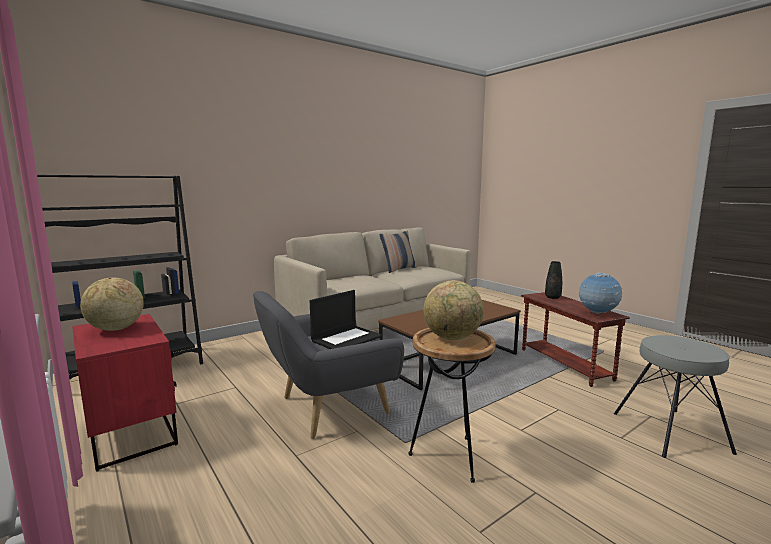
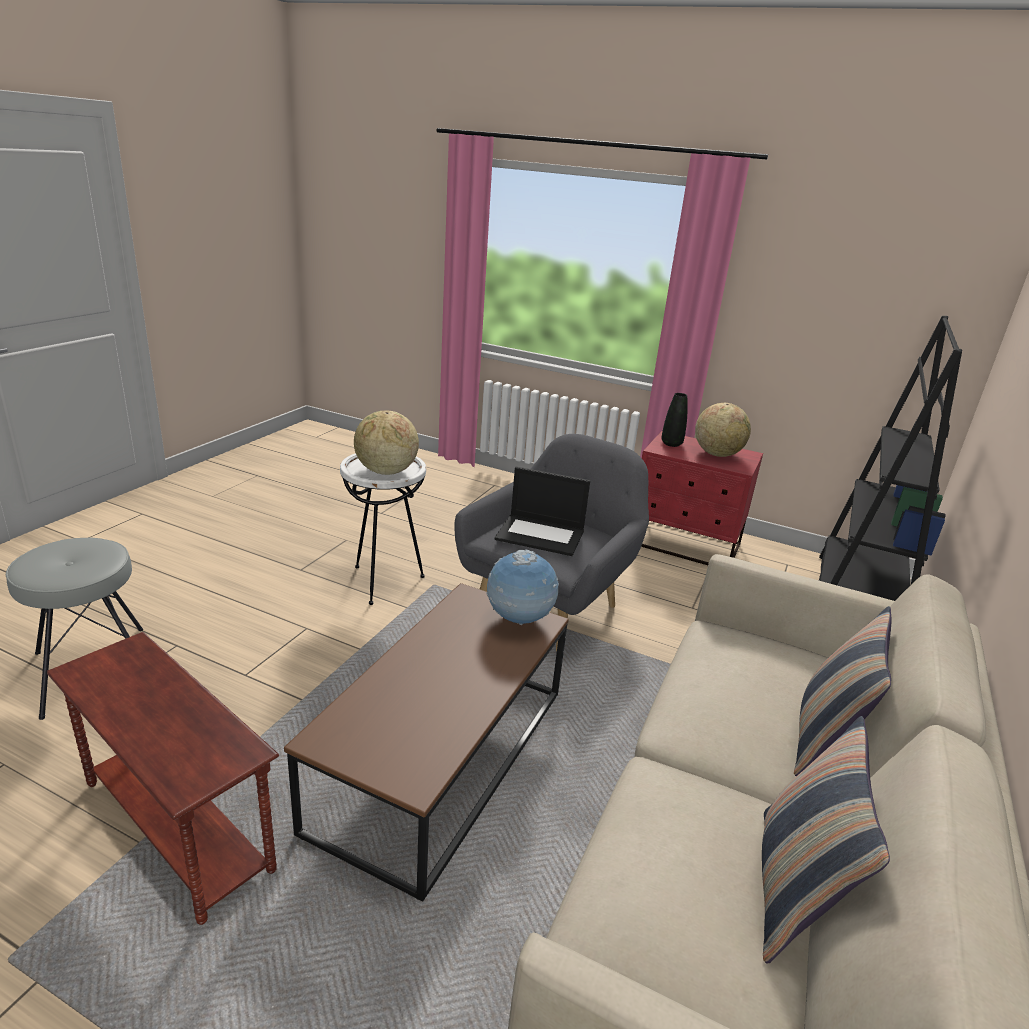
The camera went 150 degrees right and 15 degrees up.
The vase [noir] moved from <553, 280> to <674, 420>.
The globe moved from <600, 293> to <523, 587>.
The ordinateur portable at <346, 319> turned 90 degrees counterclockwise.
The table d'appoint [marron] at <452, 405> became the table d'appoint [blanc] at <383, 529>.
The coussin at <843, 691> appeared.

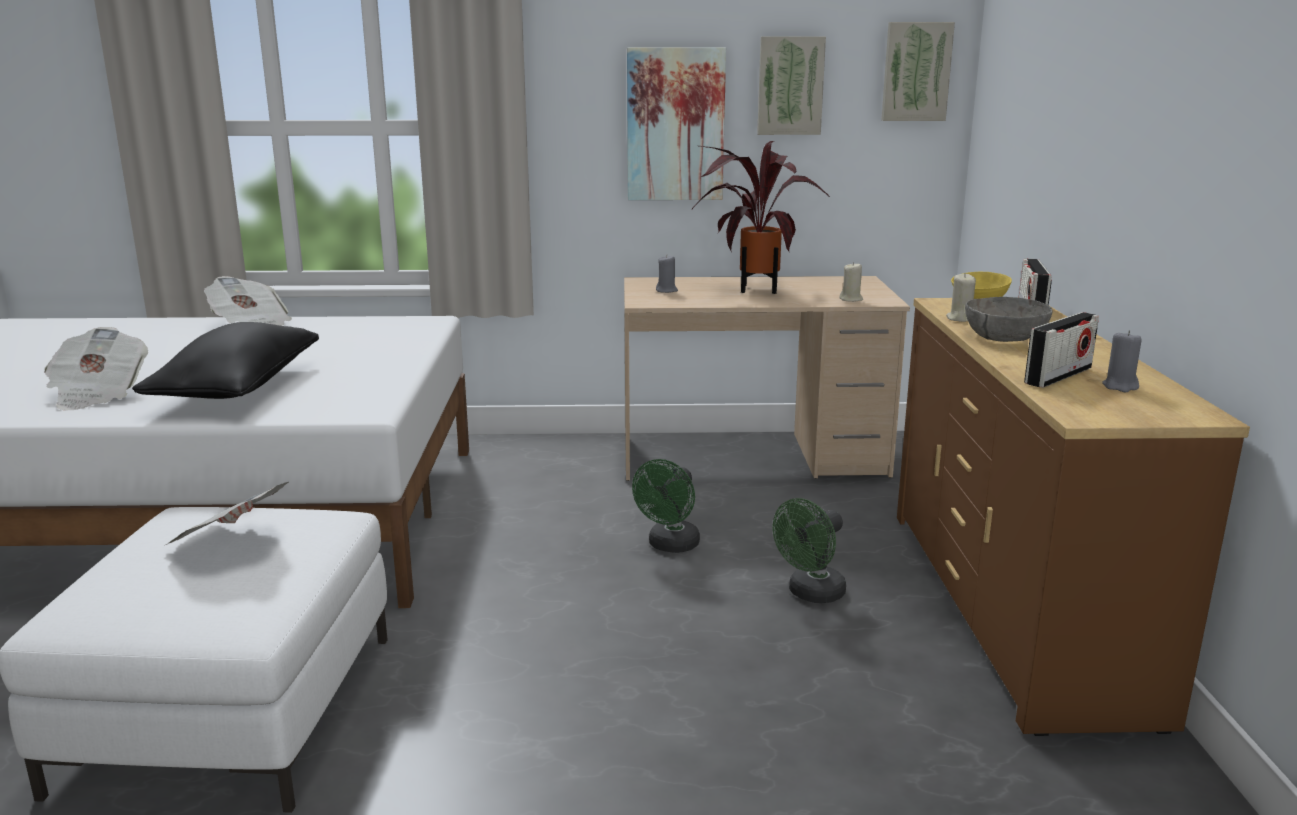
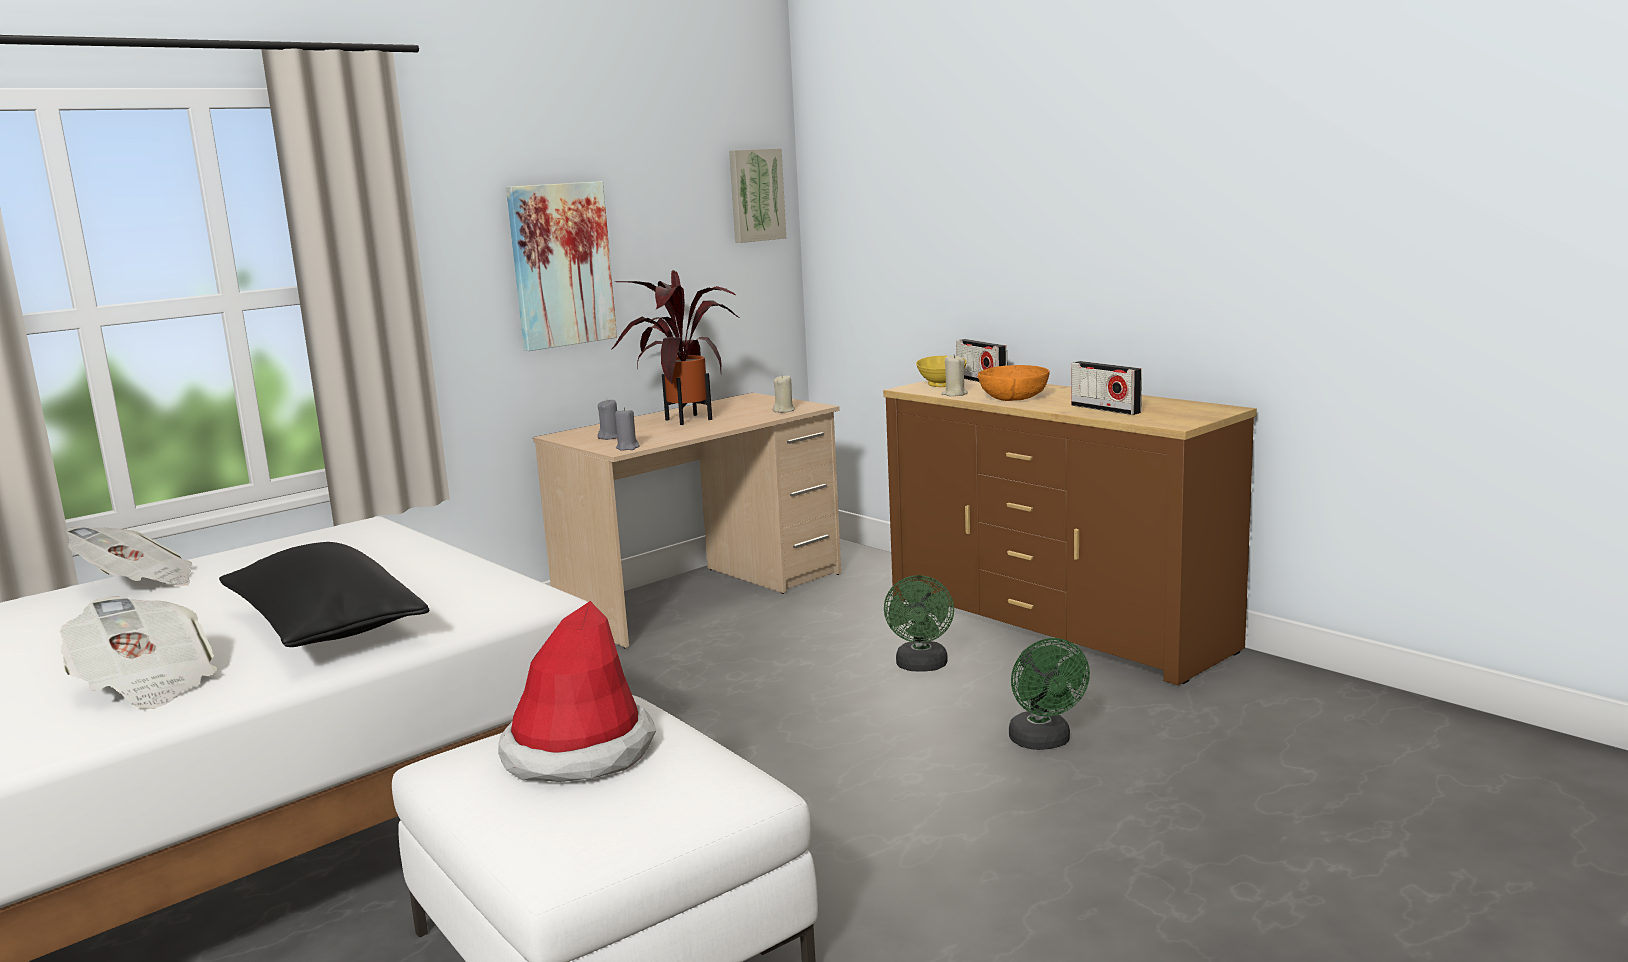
The camera went 40 degrees left and 5 degrees down.
The tableau at <791, 86> disappeared.
The bol [gris] at <1009, 319> became the bol [orange] at <1014, 383>.
The radio at <1061, 350> turned 135 degrees clockwise.
The bougie [gris] moved from <1122, 361> to <627, 429>.
The ventilateur [vert] moved from <666, 506> to <1049, 694>.
The journal at <227, 513> was replaced by the chapeau at <577, 691>.

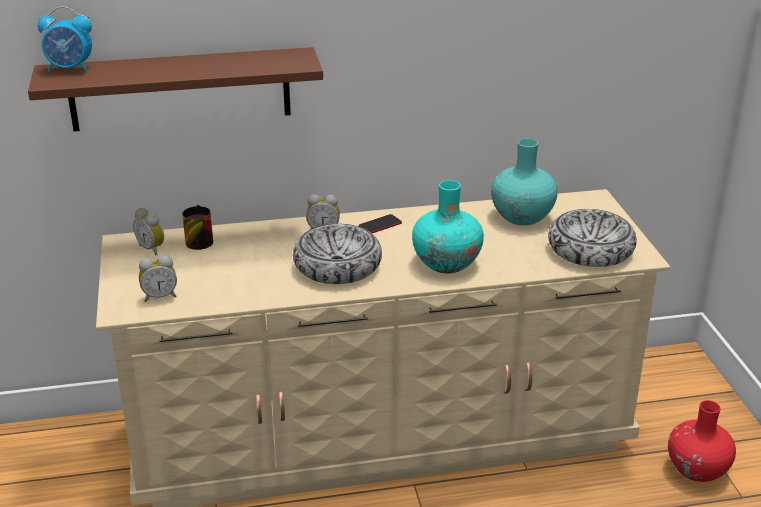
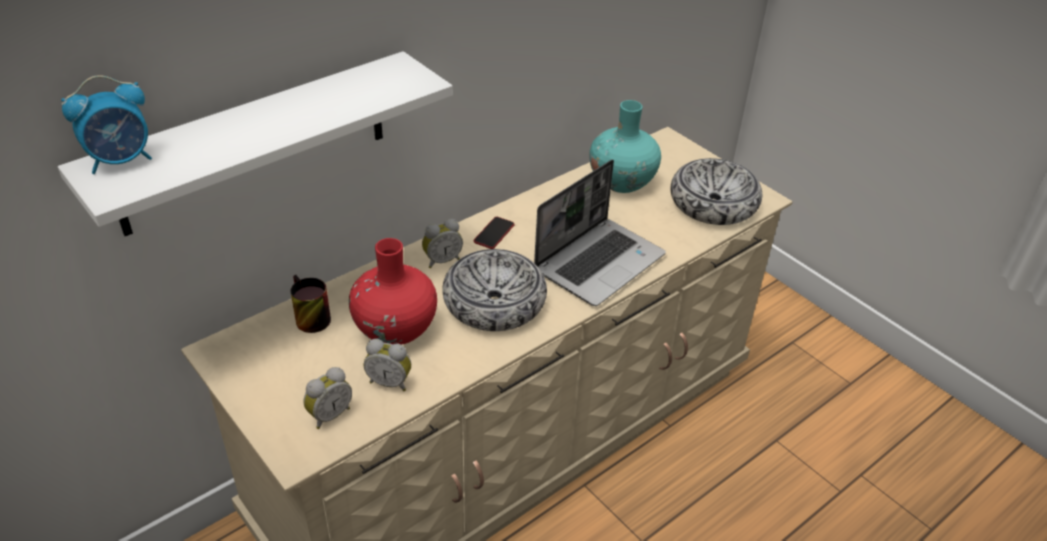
The camera went 30 degrees left and 10 degrees up.
The étagère [marron] at <175, 89> became the étagère [blanc] at <255, 143>.
The vase [turquoise] at <448, 226> was replaced by the ordinateur portable at <600, 232>.
The réveil moved from <148, 231> to <387, 365>.
The vase [rouge] moved from <702, 441> to <393, 291>.

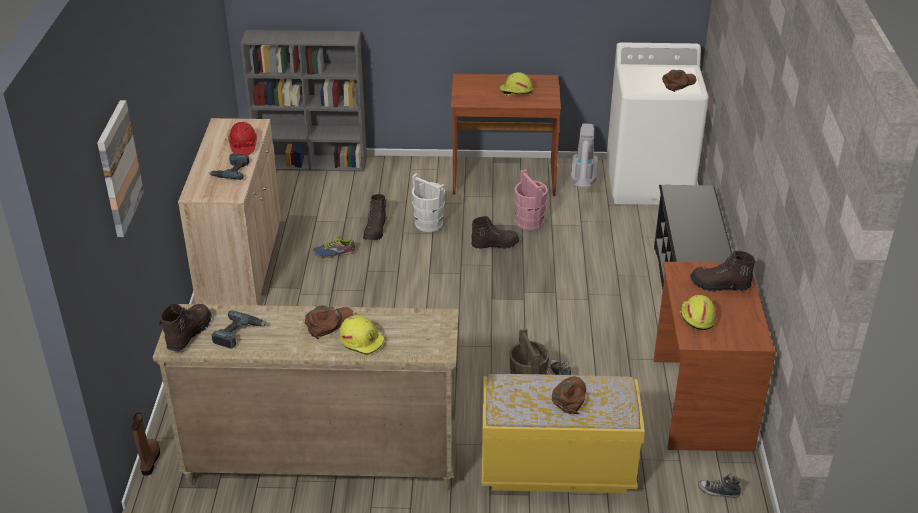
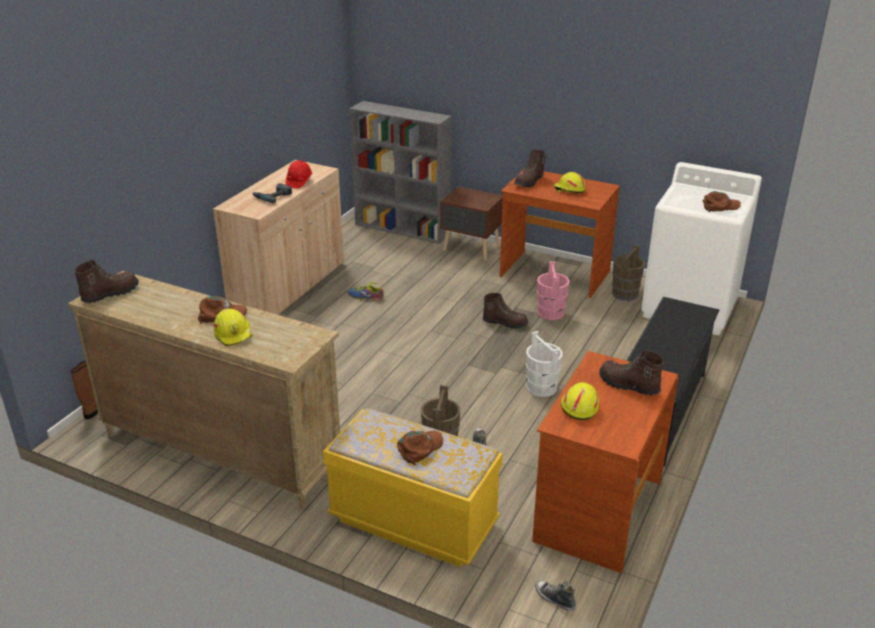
The camera went 25 degrees right and 5 degrees down.
The tableau at <120, 168> disappeared.
The aspirateur at <584, 155> was replaced by the seau [marron] at <628, 273>.
The seau [blanc] moved from <428, 202> to <544, 364>.
The botte [marron] moved from <375, 217> to <530, 169>.
The perceuse at <239, 329> disappeared.
The table de chevet [marron] at <471, 223> appeared.

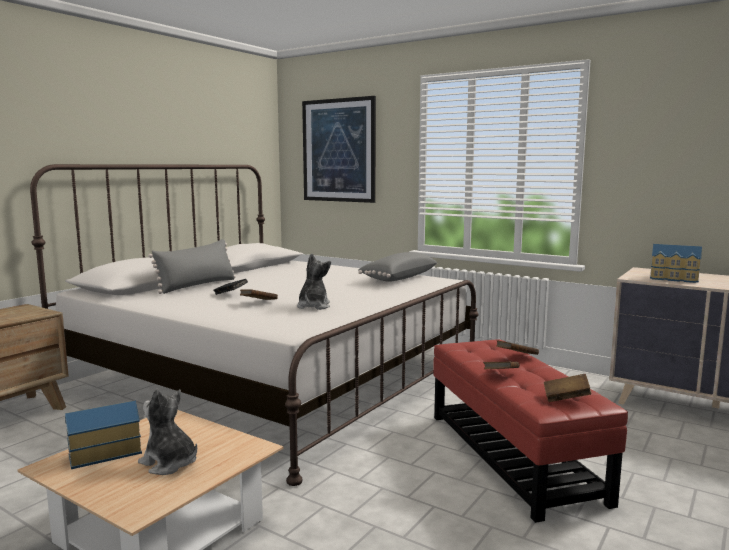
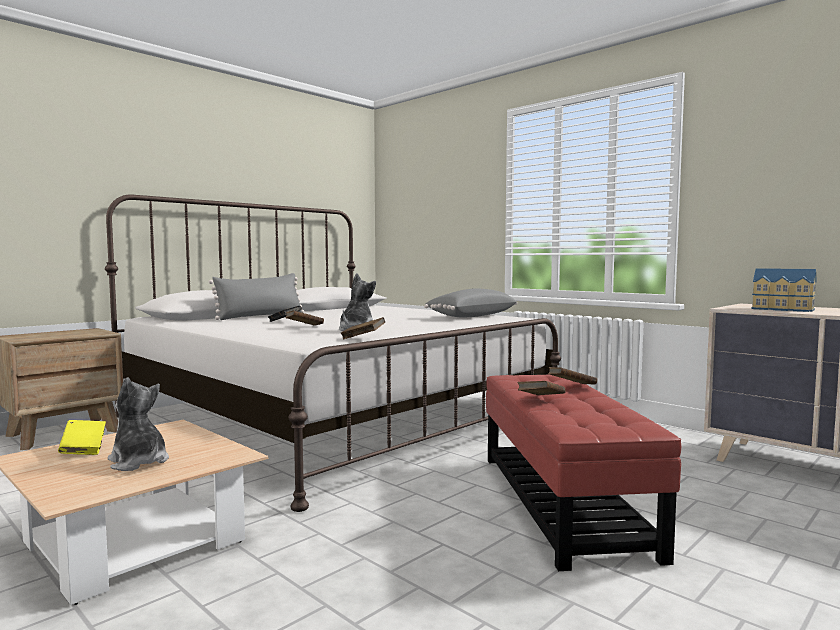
The camera went 10 degrees right and 5 degrees down.
The tableau at <339, 149> disappeared.
The livre [marron] moved from <568, 388> to <362, 328>.
The maison miniature at <103, 434> was replaced by the livre [jaune] at <82, 437>.

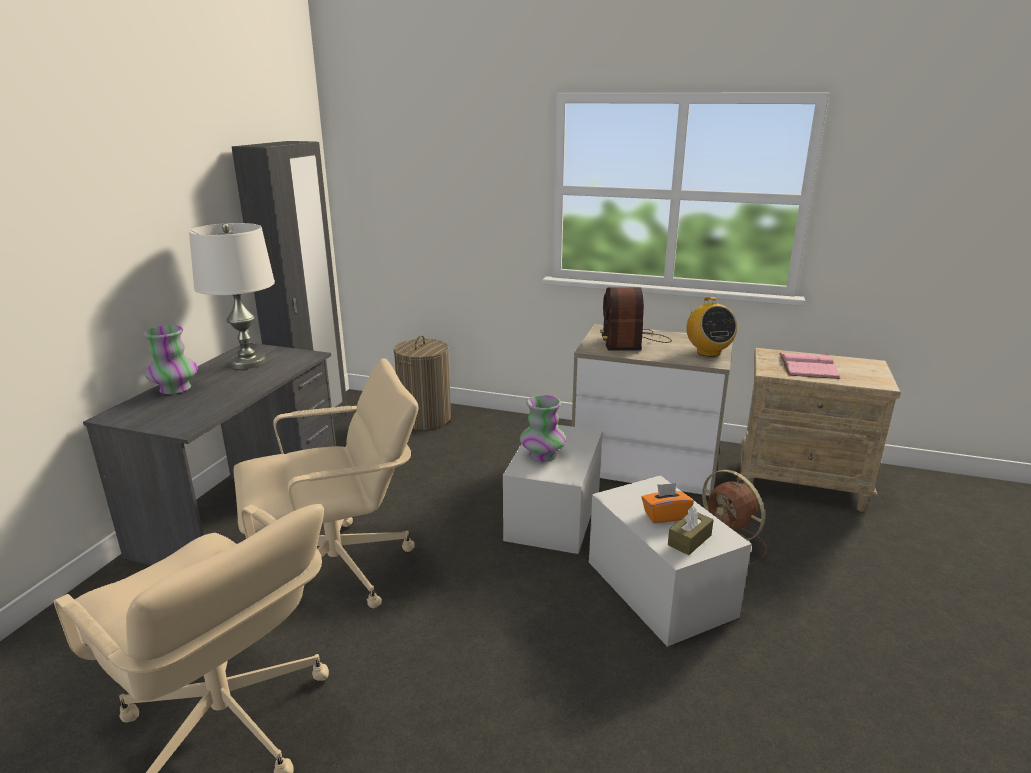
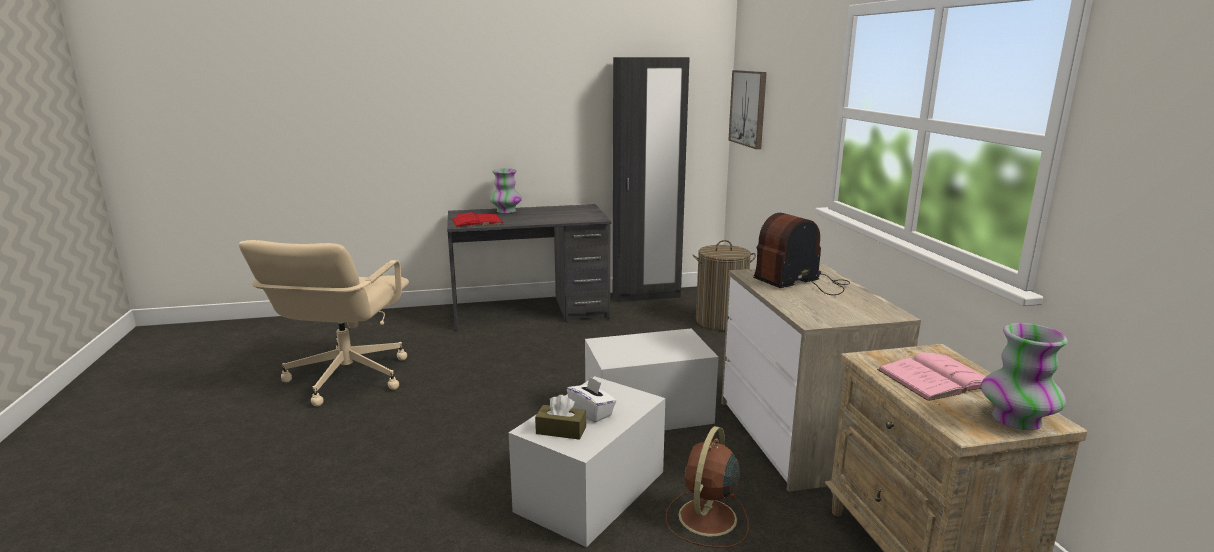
The camera went 60 degrees right and 5 degrees down.
The lampe de table [blanc] at <232, 296> disappeared.
The radio at <711, 327> disappeared.
The chaise de bureau [beige] at <326, 483> disappeared.
The vase moved from <543, 428> to <1024, 376>.
The boîte à mouchoirs [orange] at <667, 503> became the boîte à mouchoirs [blanc] at <591, 399>.
The tableau at <747, 109> appeared.
The livre [rouge] at <478, 219> appeared.

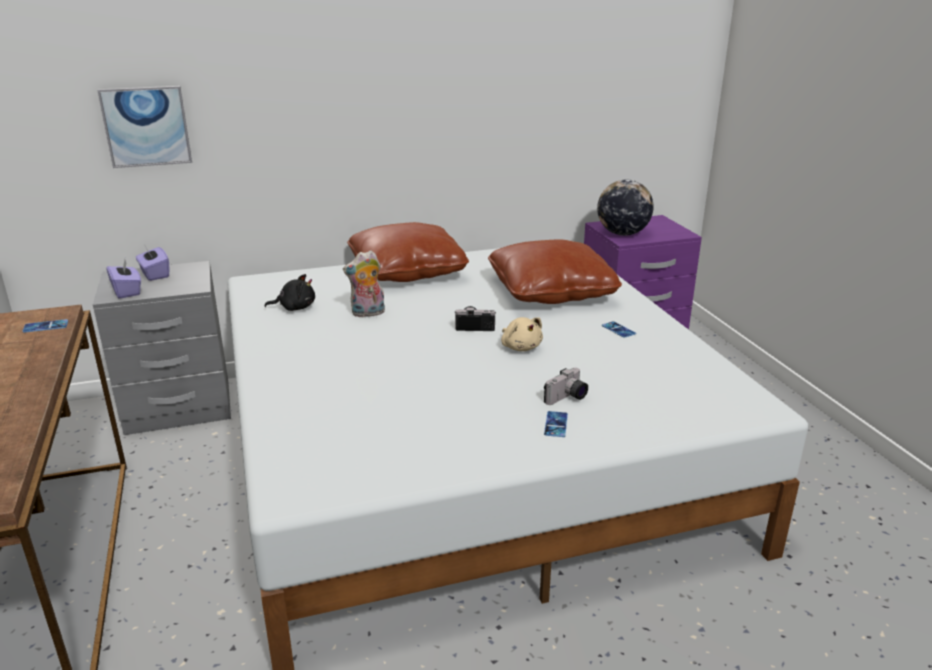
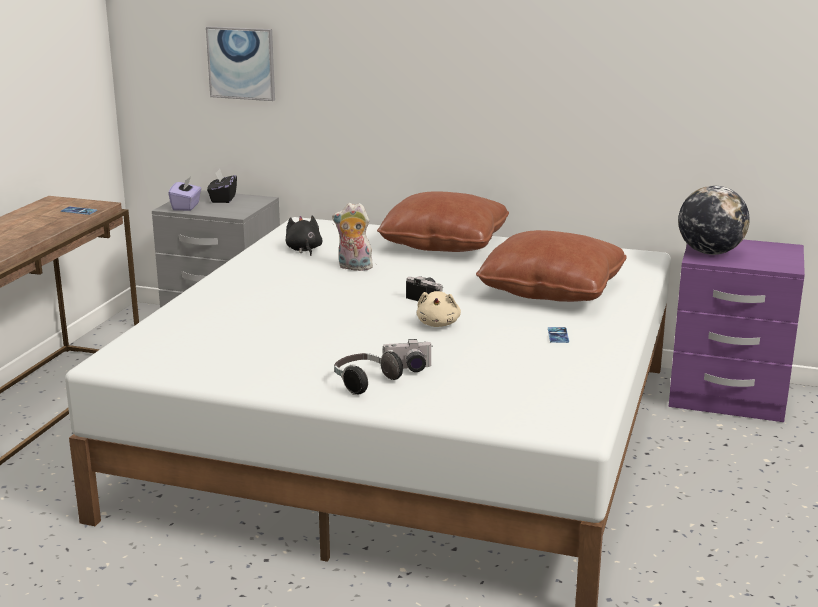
The camera went 35 degrees right and 5 degrees down.
The boîte à mouchoirs [violet] at <152, 263> became the boîte à mouchoirs [noir] at <222, 186>.
The peluche [noir] at <289, 292> turned 135 degrees counterclockwise.
The téléphone at <556, 424> was replaced by the casque audio at <368, 372>.

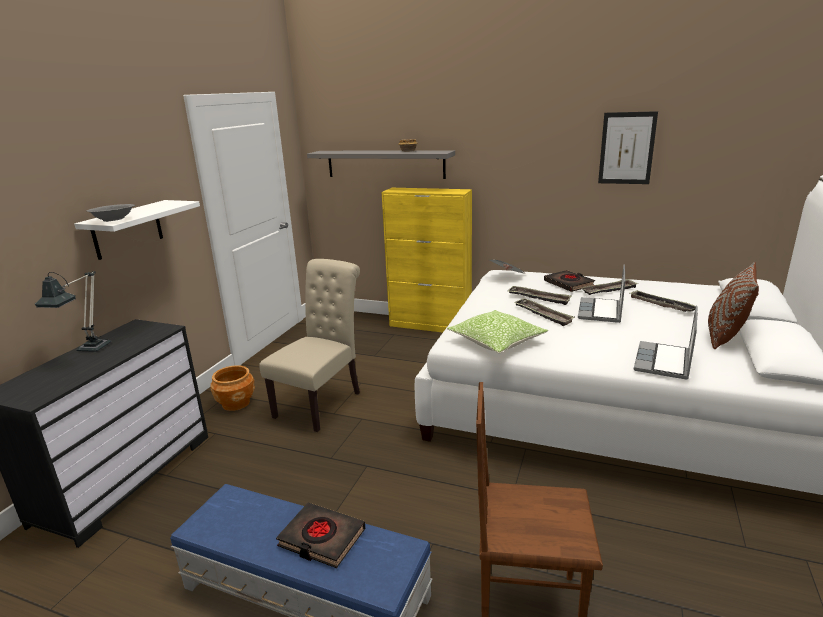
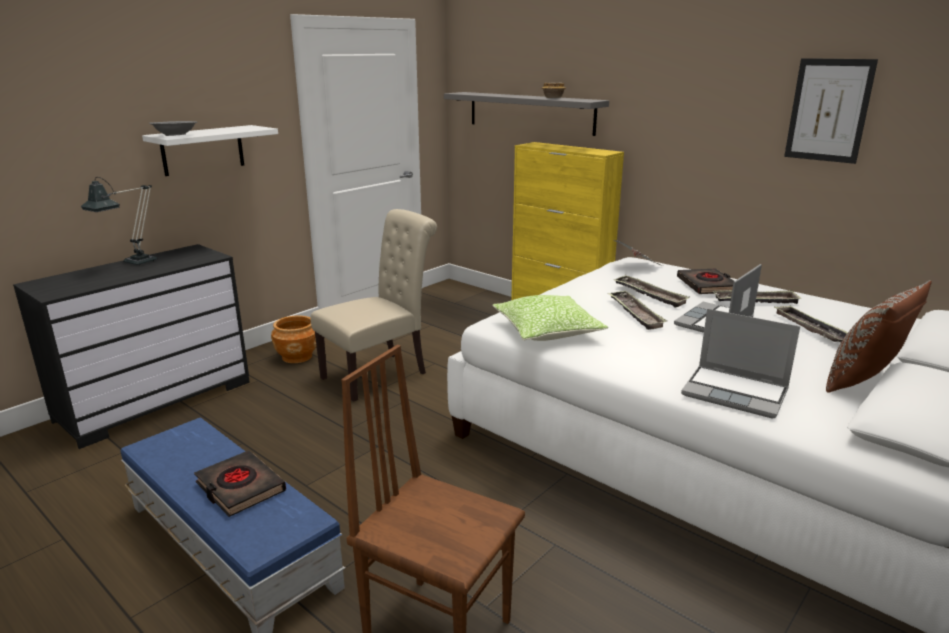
The camera went 20 degrees right and 0 degrees up.
The ordinateur portable at <665, 343> turned 105 degrees counterclockwise.

